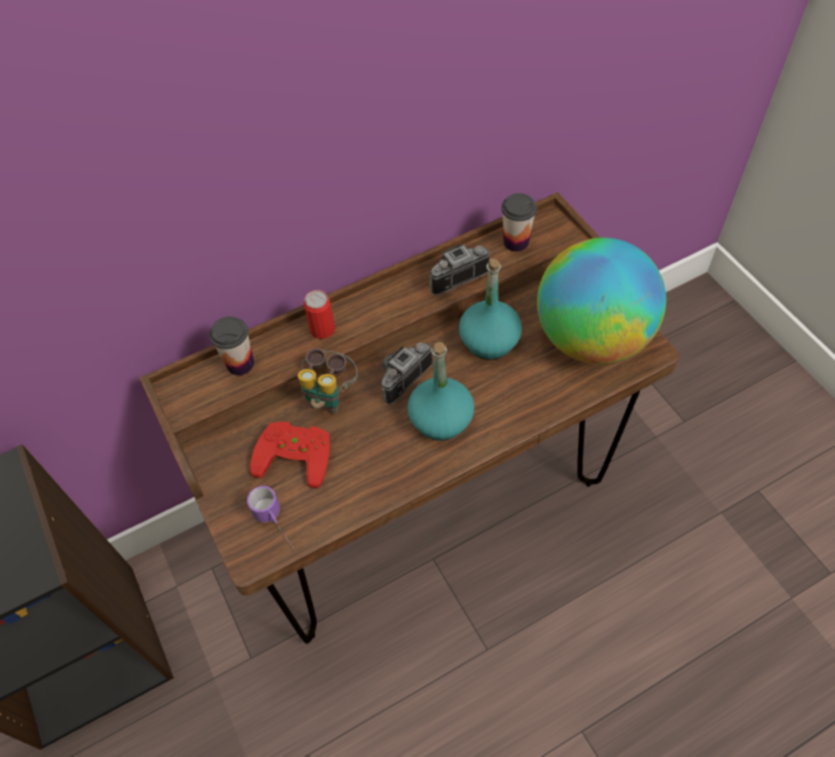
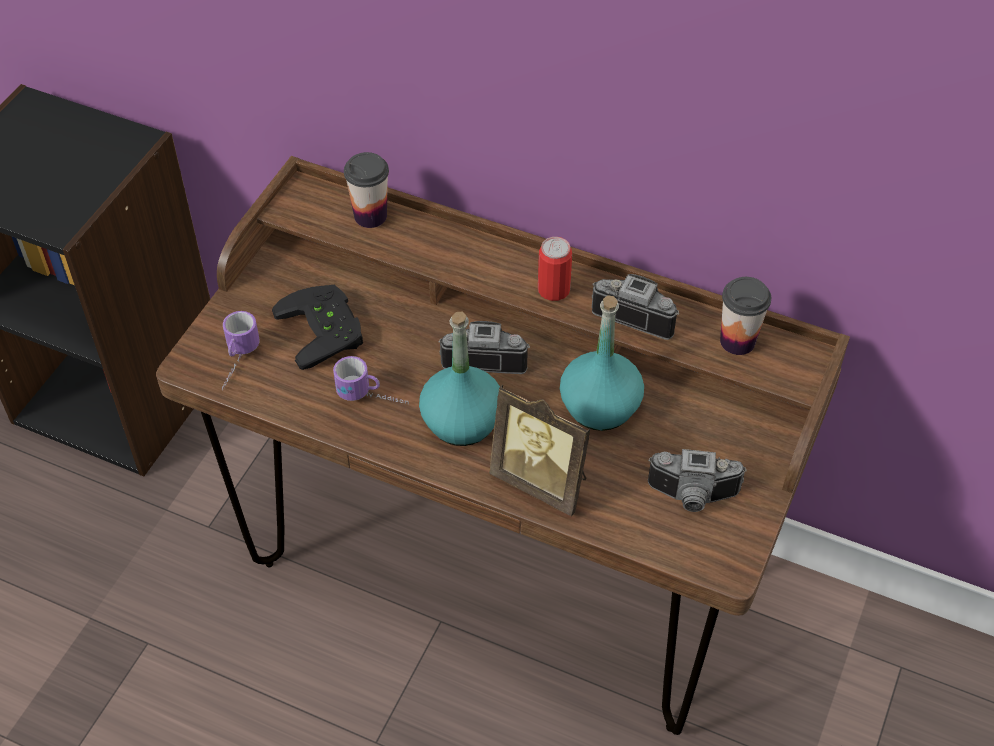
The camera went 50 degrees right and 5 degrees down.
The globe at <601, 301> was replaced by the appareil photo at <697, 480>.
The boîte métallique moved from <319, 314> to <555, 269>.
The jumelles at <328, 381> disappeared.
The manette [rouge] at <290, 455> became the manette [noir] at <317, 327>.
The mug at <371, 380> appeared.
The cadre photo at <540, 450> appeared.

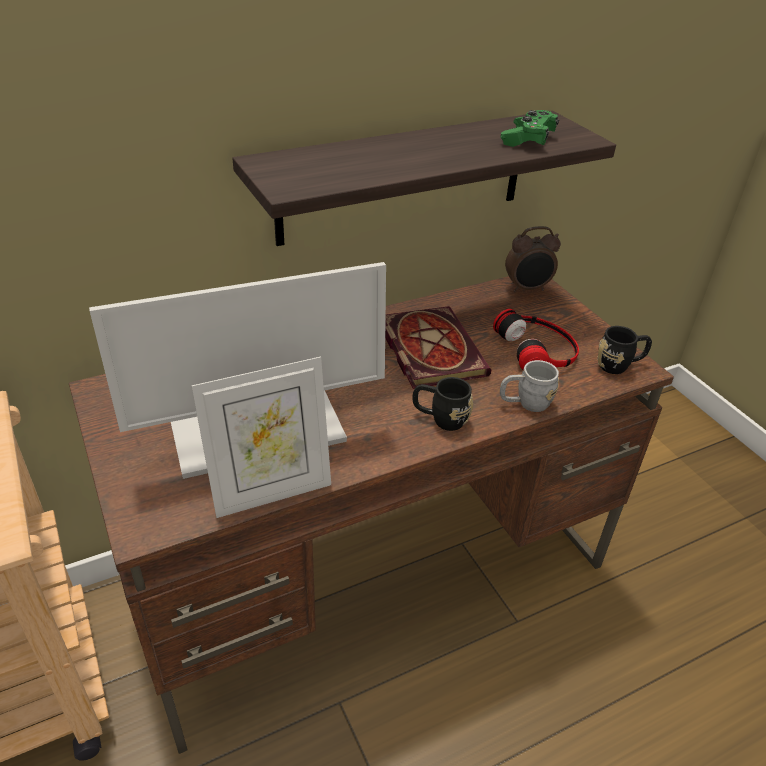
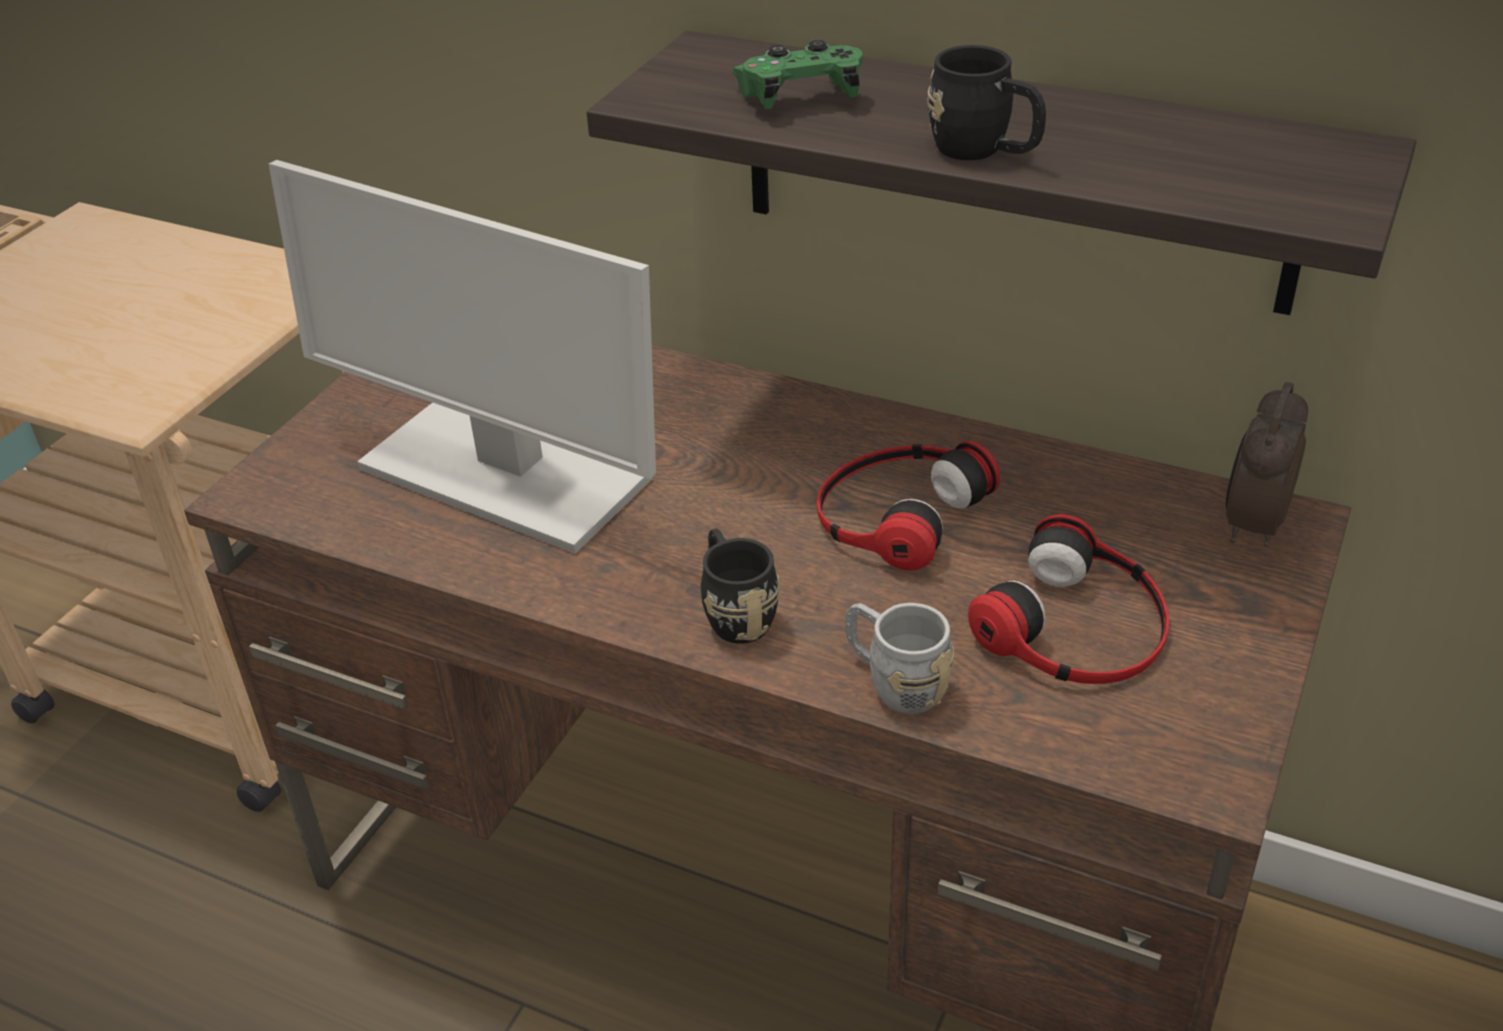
The camera went 55 degrees right and 0 degrees up.
The manette [vert] moved from <530, 128> to <797, 74>.
The réveil at <533, 259> turned 75 degrees clockwise.
The livre at <438, 347> was replaced by the casque audio at <908, 505>.
The mug [noir] moved from <624, 350> to <986, 102>.
The cadre photo at <261, 437> disappeared.

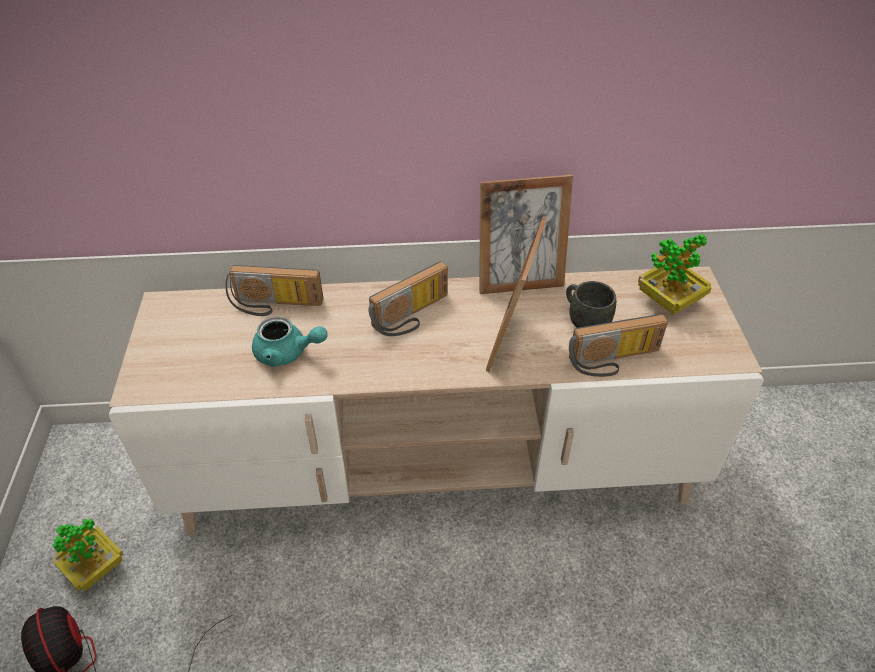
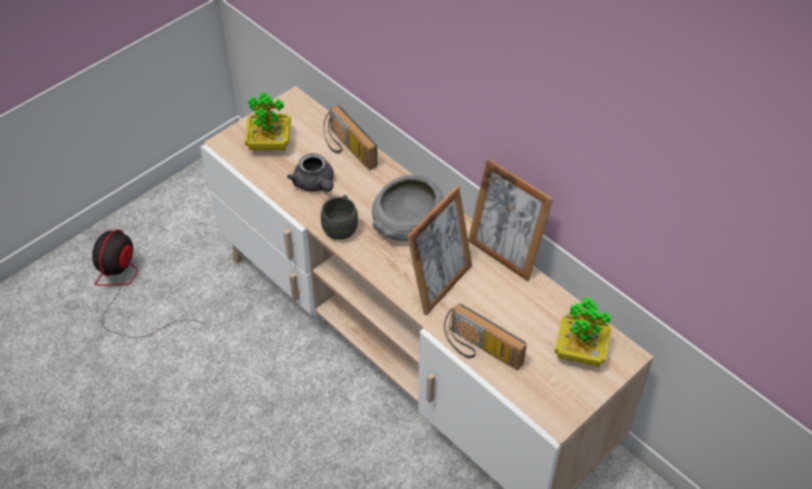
The camera went 50 degrees right and 5 degrees up.
The cadre photo at <516, 294> turned 150 degrees clockwise.
The radio at <408, 298> was replaced by the bol [gris] at <408, 208>.
The mug [gris] moved from <591, 304> to <339, 217>.
The théière [turquoise] at <290, 342> became the théière [gris] at <310, 172>.
The plante en pot moved from <88, 555> to <268, 121>.

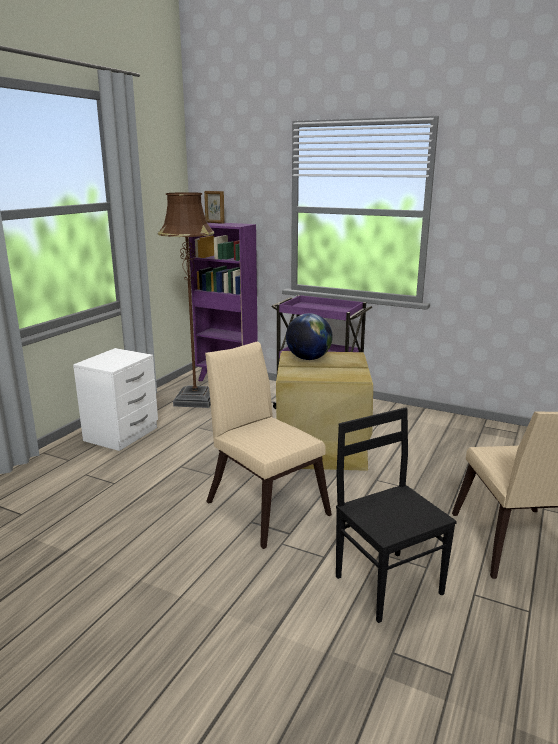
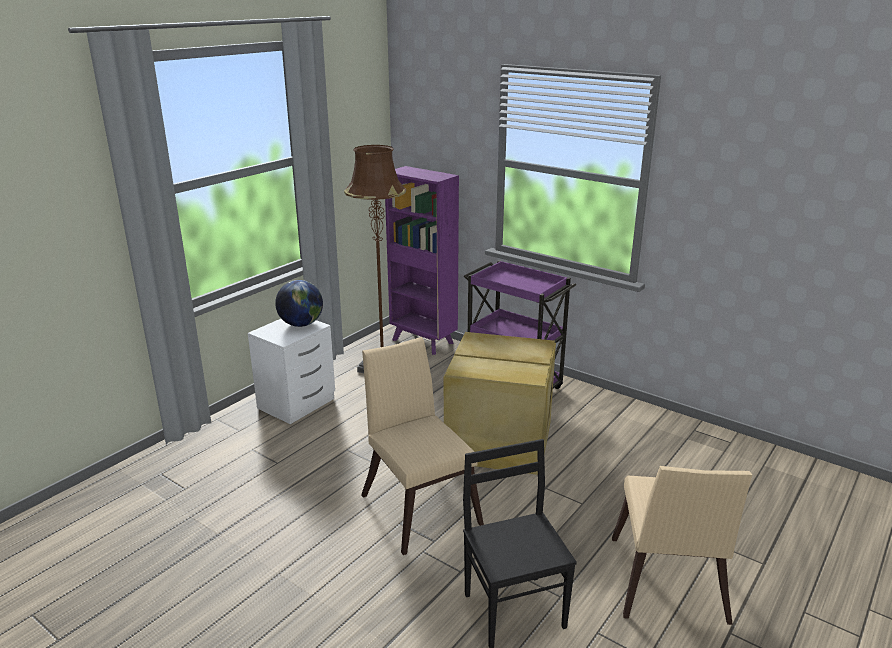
The camera went 10 degrees right and 5 degrees up.
The cadre photo at <214, 207> disappeared.
The globe moved from <309, 336> to <299, 303>.

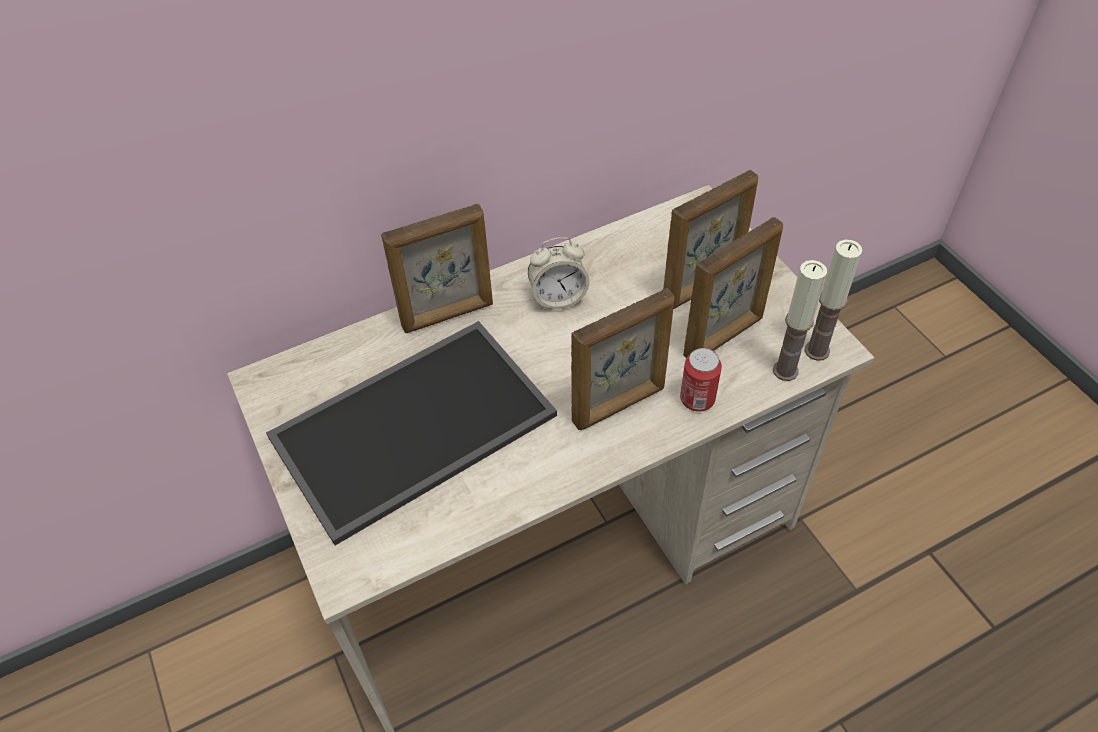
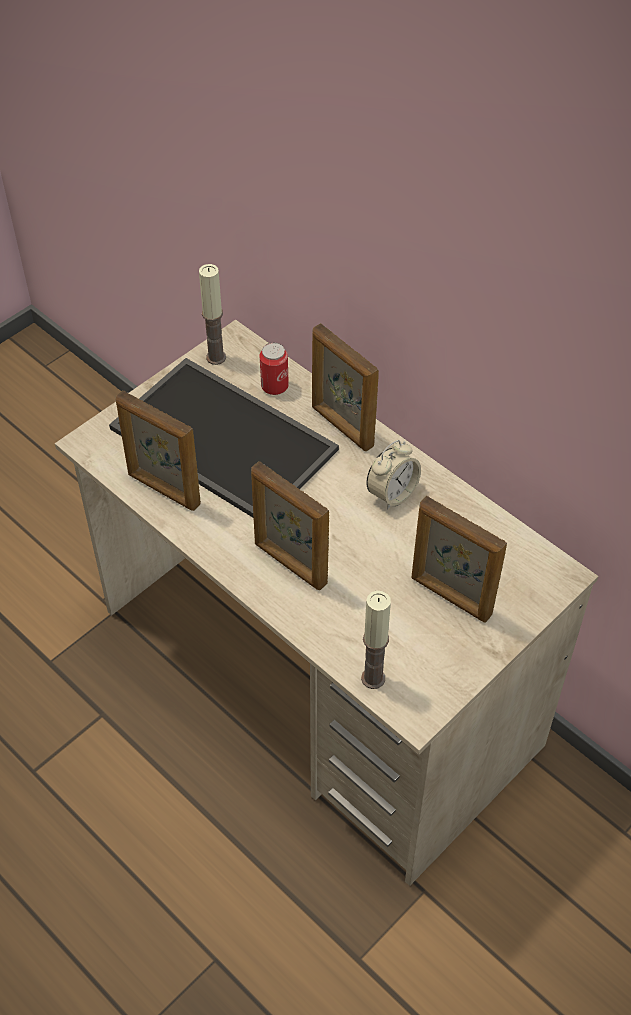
The camera went 70 degrees right and 0 degrees up.
The cadre photo moved from <733, 287> to <158, 450>.
The réveil at <559, 273> turned 105 degrees counterclockwise.
The bougie moved from <834, 300> to <212, 314>.
The boîte métallique moved from <701, 380> to <274, 369>.

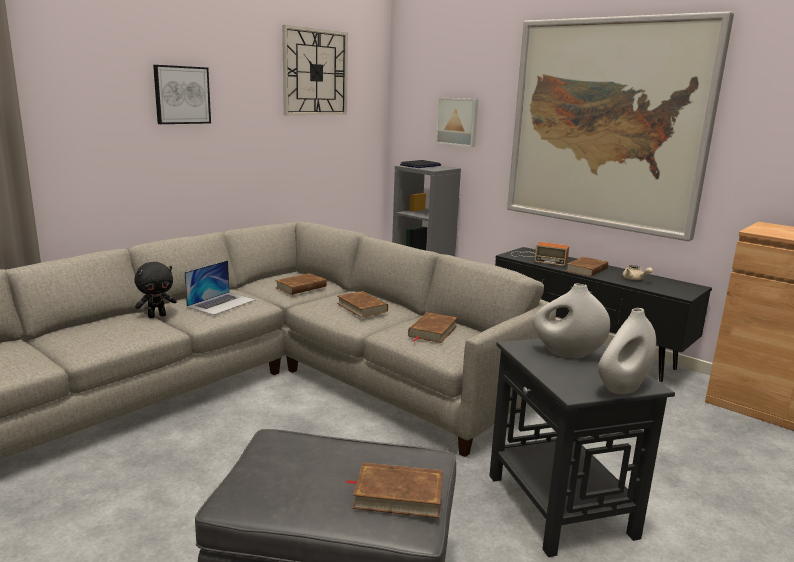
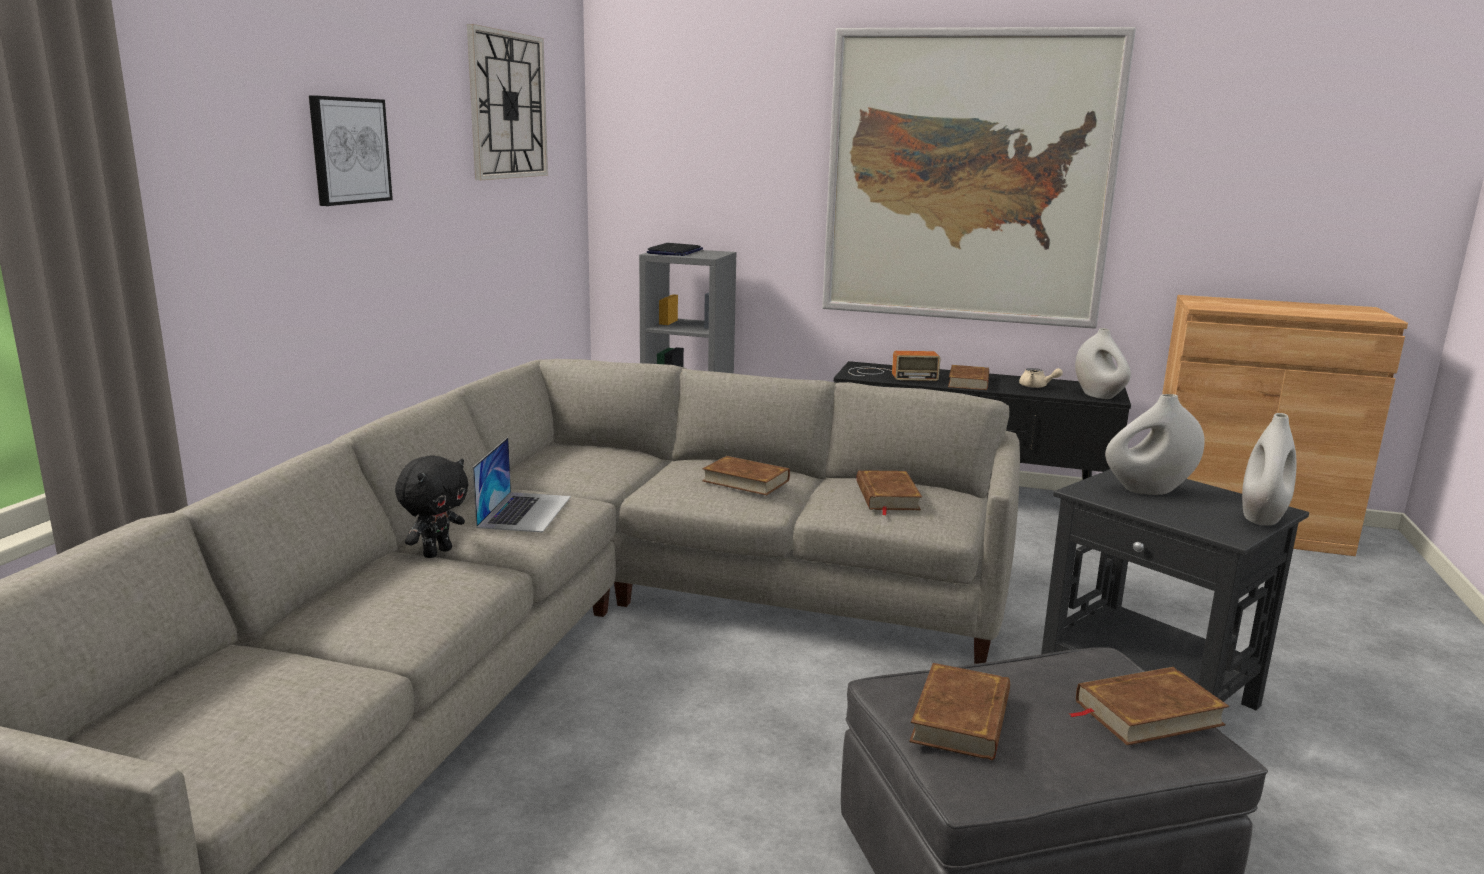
The camera went 25 degrees left and 0 degrees up.
The tableau at <456, 122> disappeared.
The livre [marron] moved from <301, 284> to <959, 711>.
The vase [blanc] at <1103, 363> appeared.

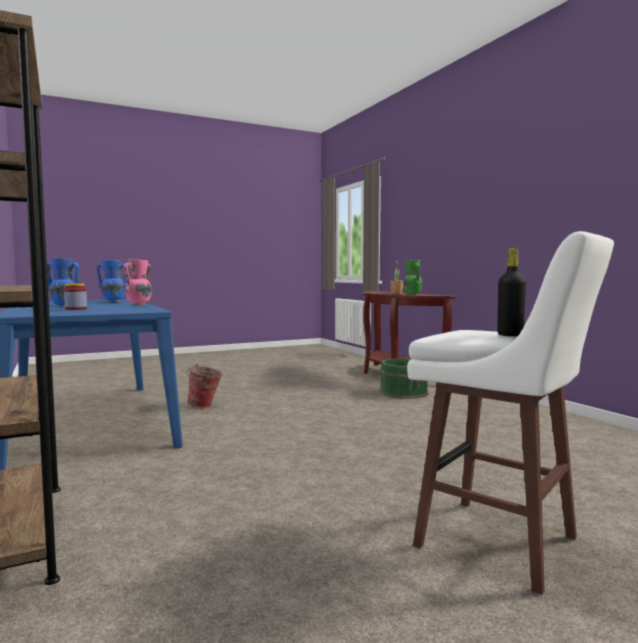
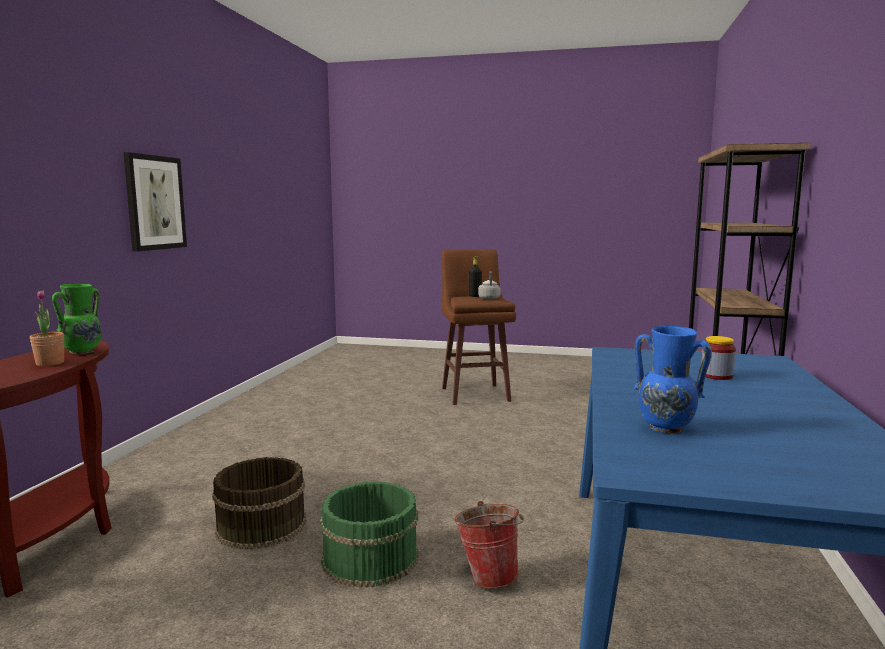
The camera went 140 degrees left and 5 degrees up.
The tabouret [blanc] at <510, 413> became the tabouret [marron] at <479, 327>.
The vase [bleu] at <63, 282> disappeared.
The vase [rose] at <138, 282> disappeared.
The seau [vert] moved from <404, 379> to <369, 534>.
The tableau at <155, 202> appeared.
The bouilloire [gris] at <489, 285> appeared.
The seau [marron] at <259, 503> appeared.

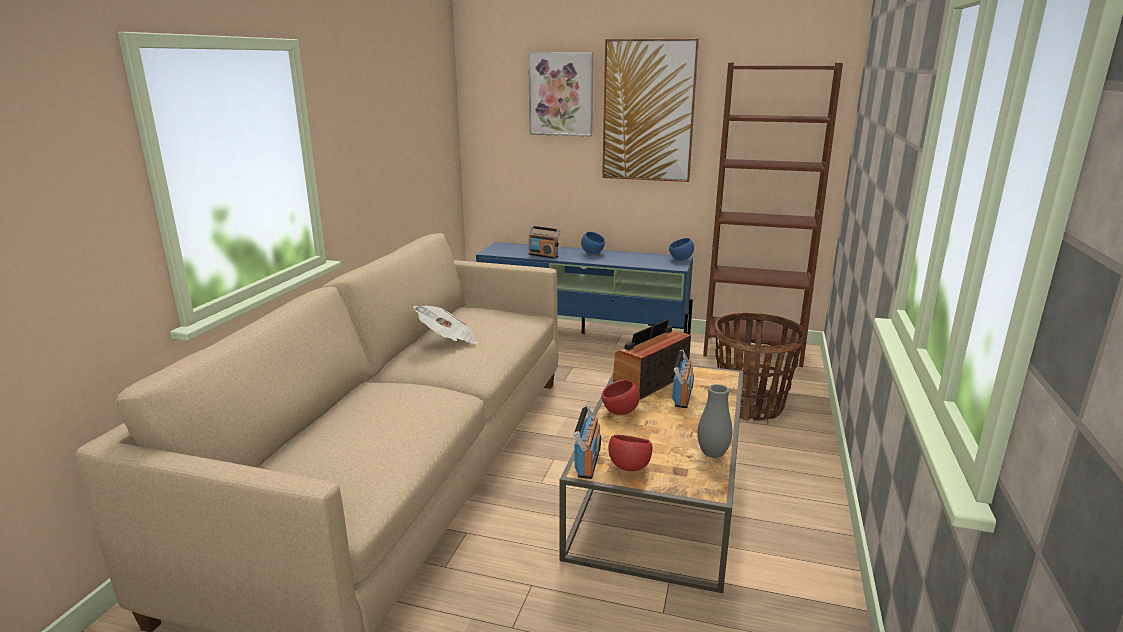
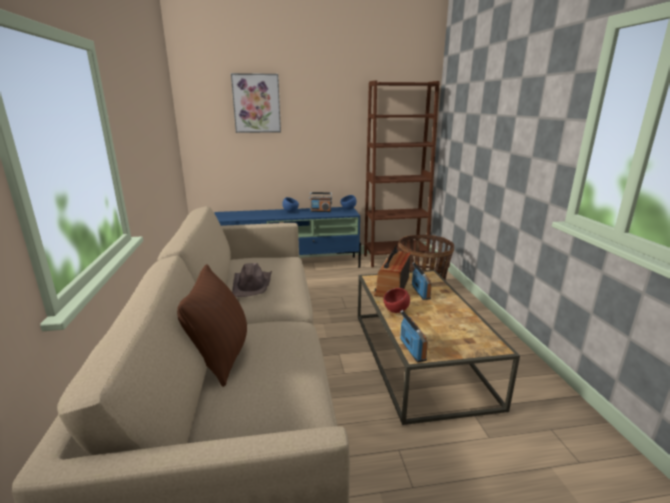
The camera went 25 degrees left and 0 degrees up.
The tableau at <650, 110> disappeared.
The radio moved from <545, 242> to <320, 202>.
The journal at <445, 324> was replaced by the chapeau [marron] at <252, 280>.
The vase [gris] at <714, 421> disappeared.
The bol [rouge] at <630, 453> disappeared.
The coussin [marron] at <212, 325> appeared.

